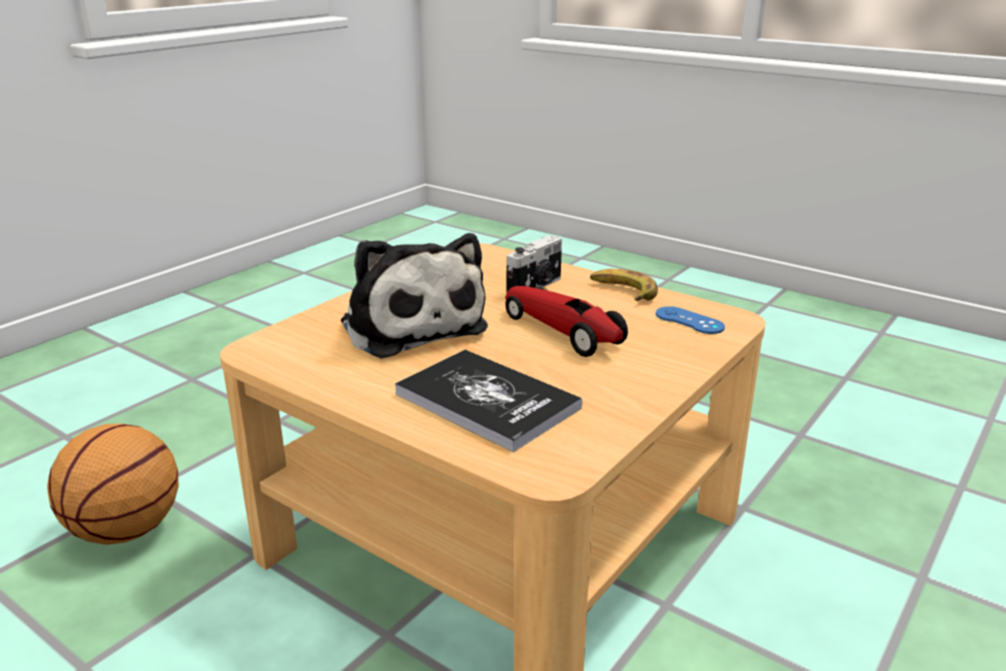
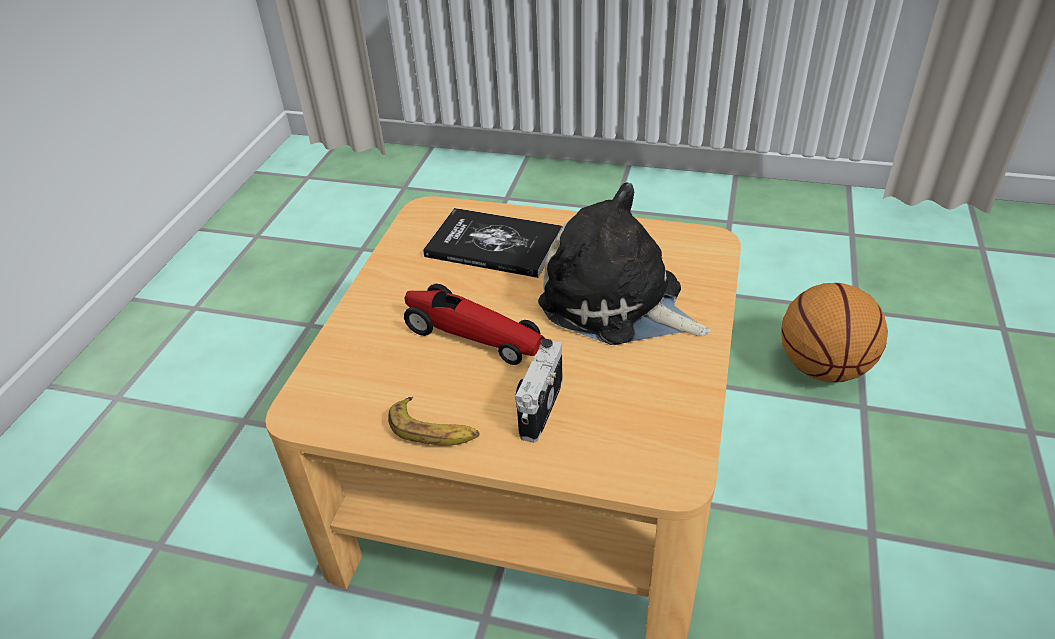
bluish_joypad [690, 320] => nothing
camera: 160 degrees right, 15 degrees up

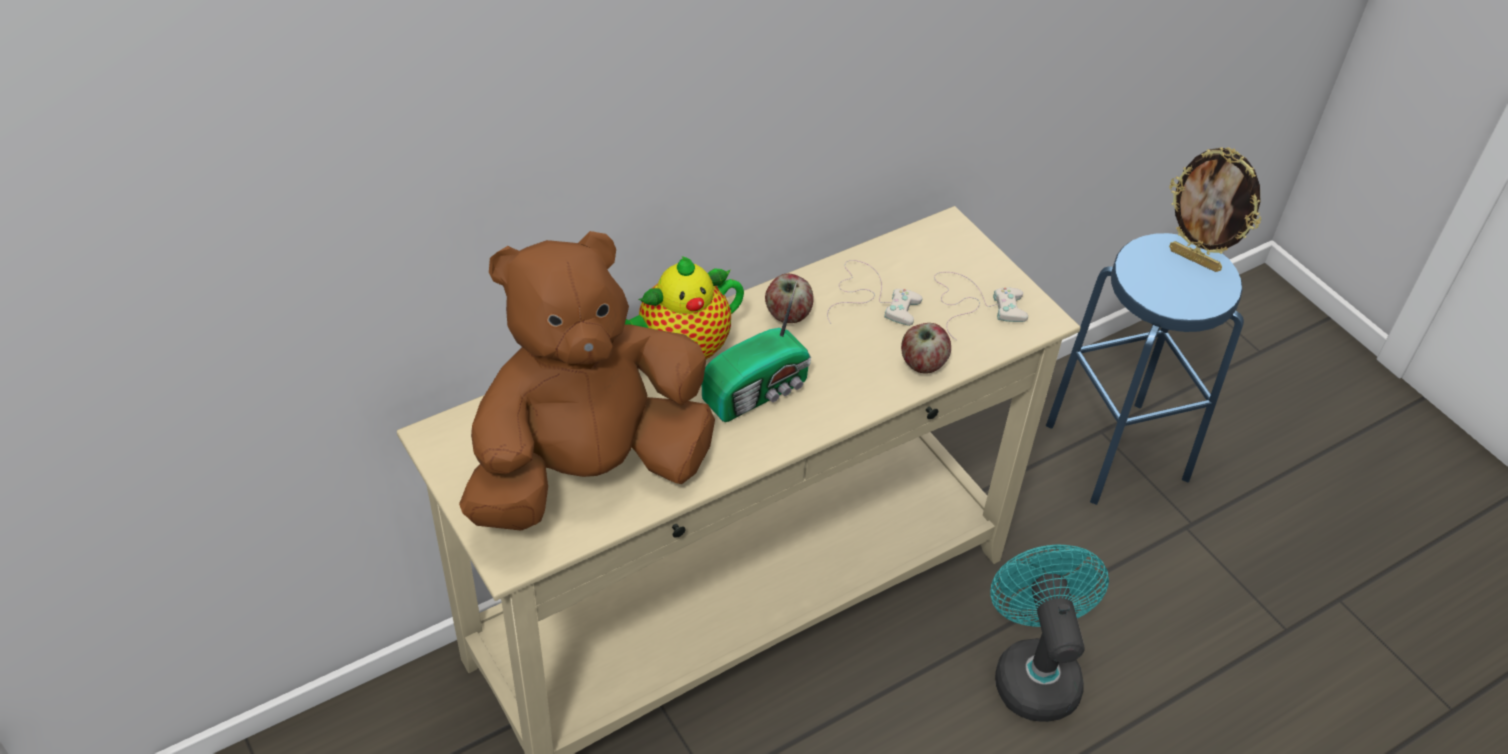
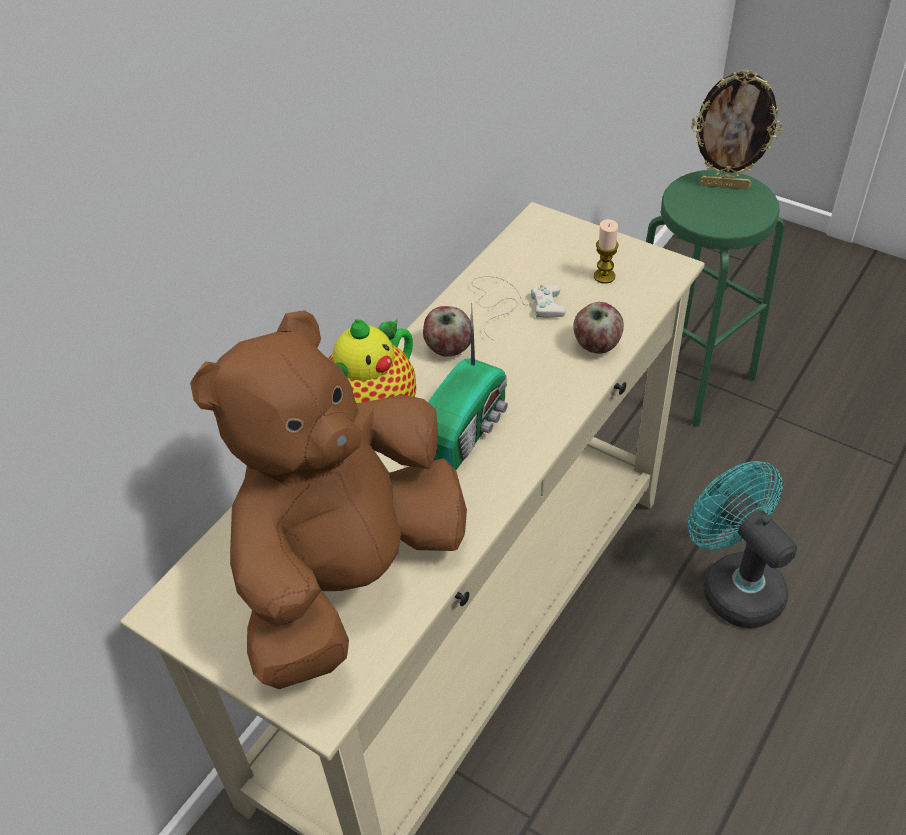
bluish_stool_seat [1145, 369] => green_stool_seat [715, 298]
whitish_joypad [981, 306] => wax_light [606, 251]
camera: 20 degrees left, 0 degrees up

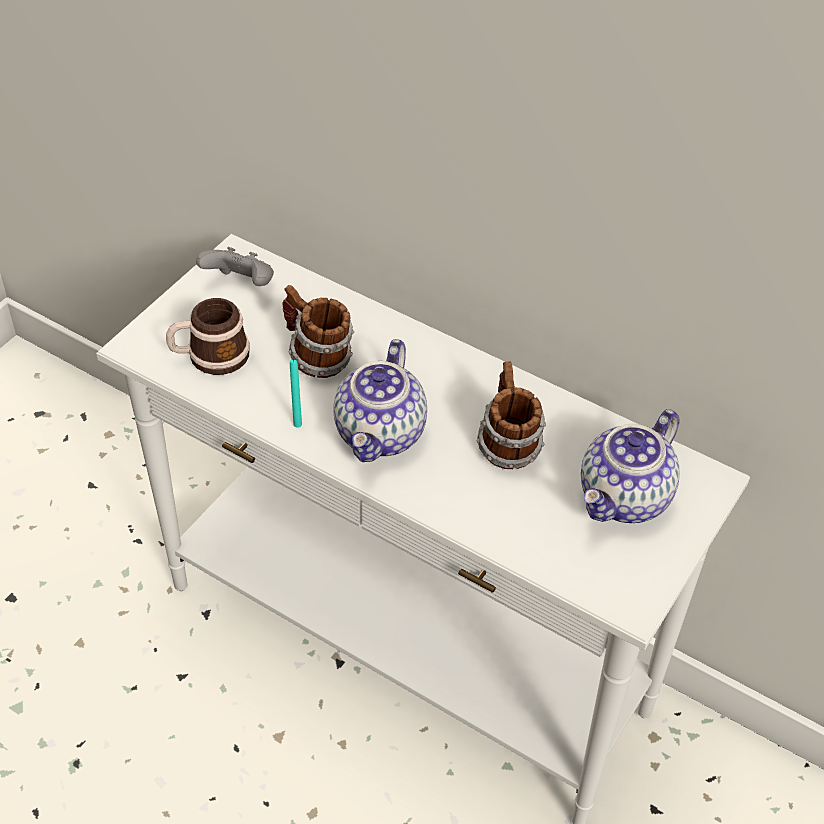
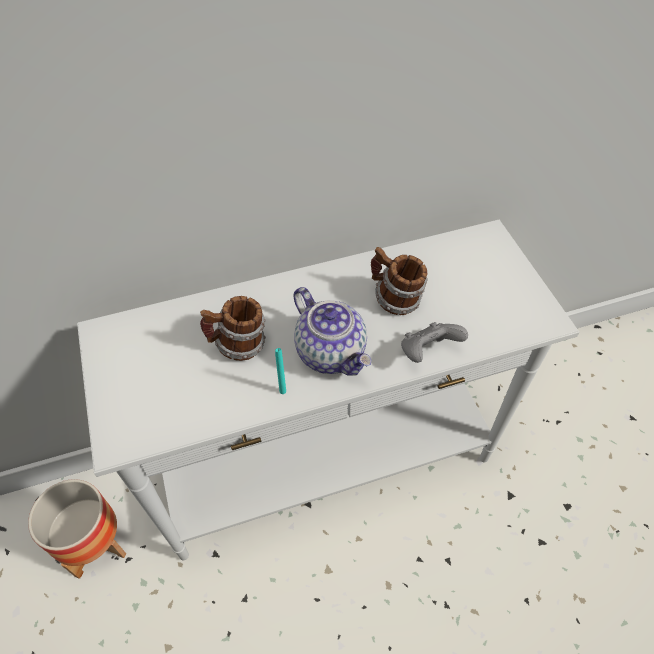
gray_joypad [235, 266] => gray_joypad [434, 342], move
mug [208, 336] => nothing
teapot [630, 466] => nothing
nothing => plant_pot [77, 529]
camera: 50 degrees left, 5 degrees up

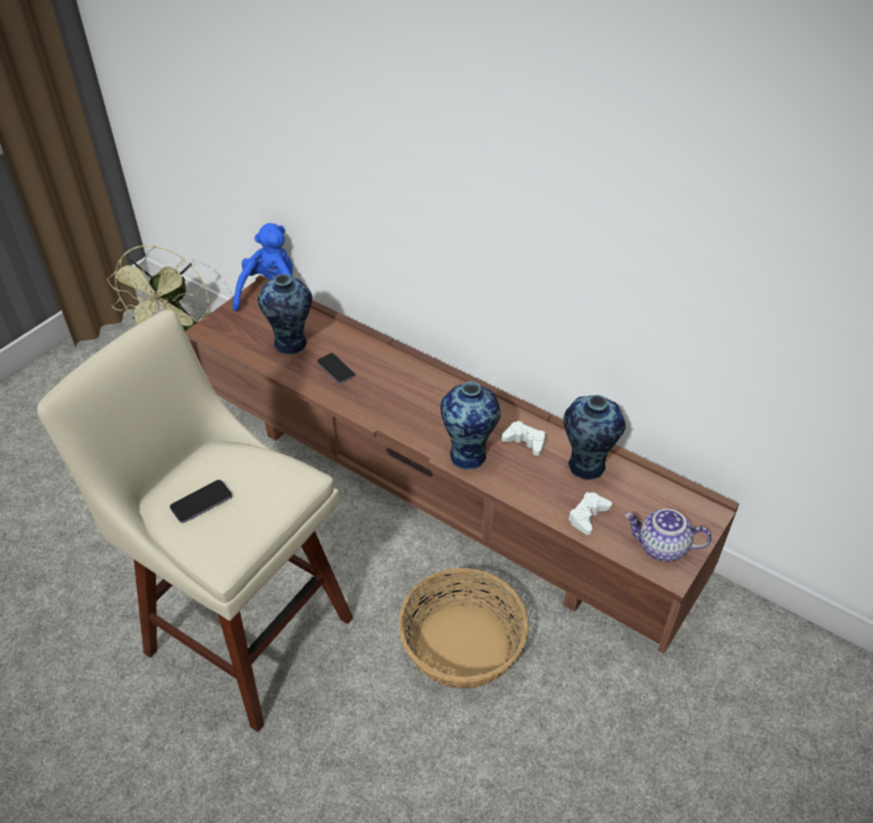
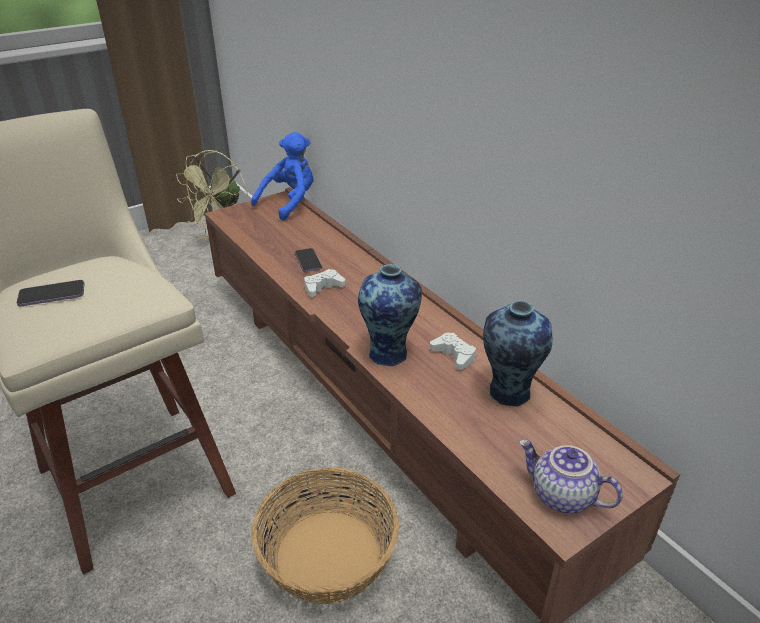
vase [285, 314] => nothing
whitish_joypad [590, 513] => whitish_joypad [324, 283], move
camera: 20 degrees right, 10 degrees down

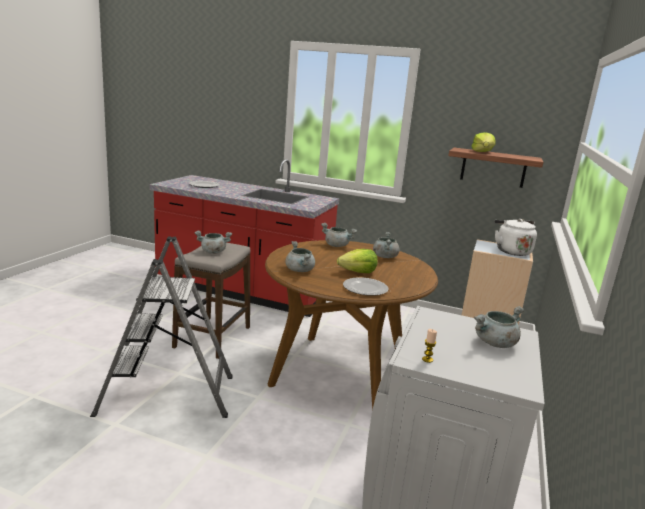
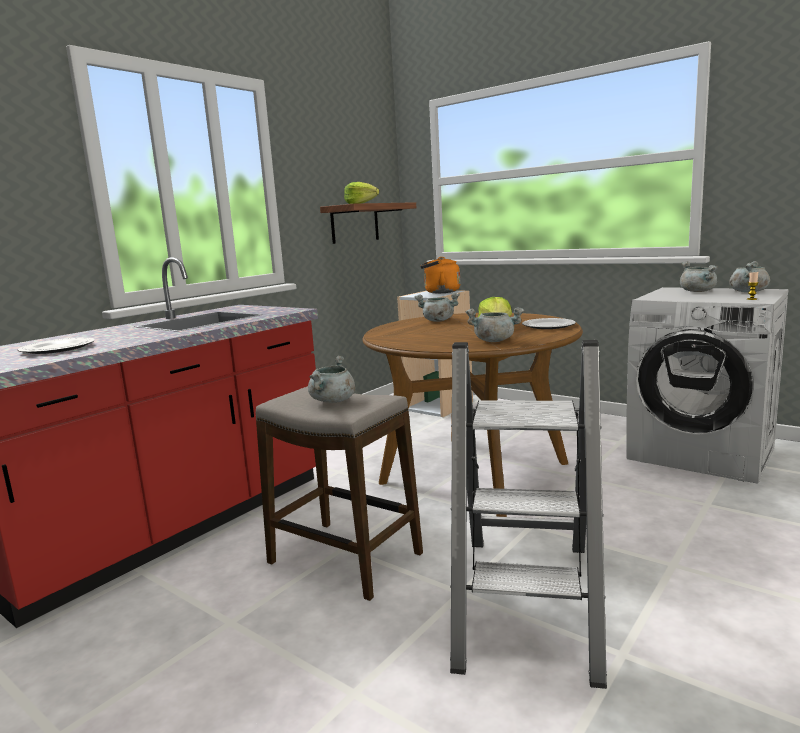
whitish_water_kettle [516, 237] => orange-coloured_water_kettle [440, 275]
gray_cooking_pot [339, 235] => gray_cooking_pot [749, 276], move
camera: 70 degrees left, 5 degrees down

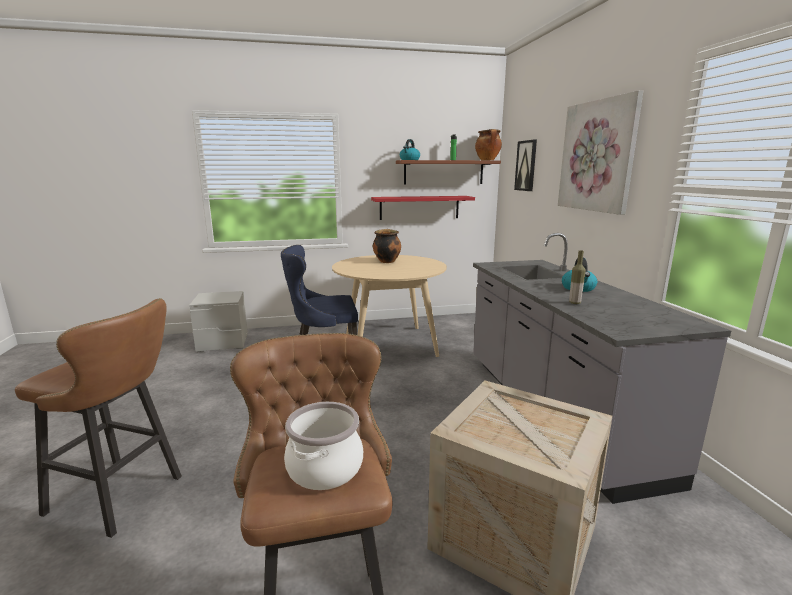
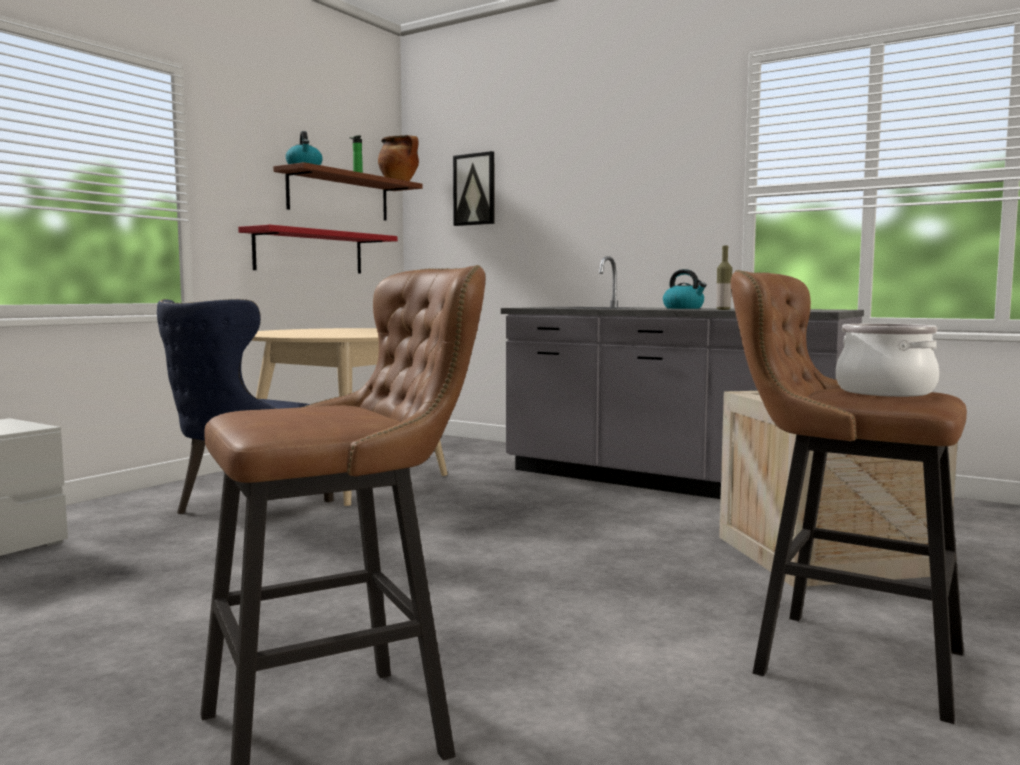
wall_picture [600, 152] => nothing
cooking_pot [387, 246] => nothing
camera: 45 degrees left, 10 degrees down

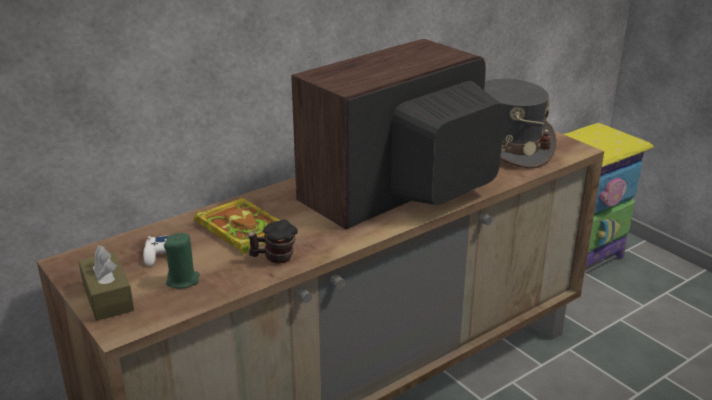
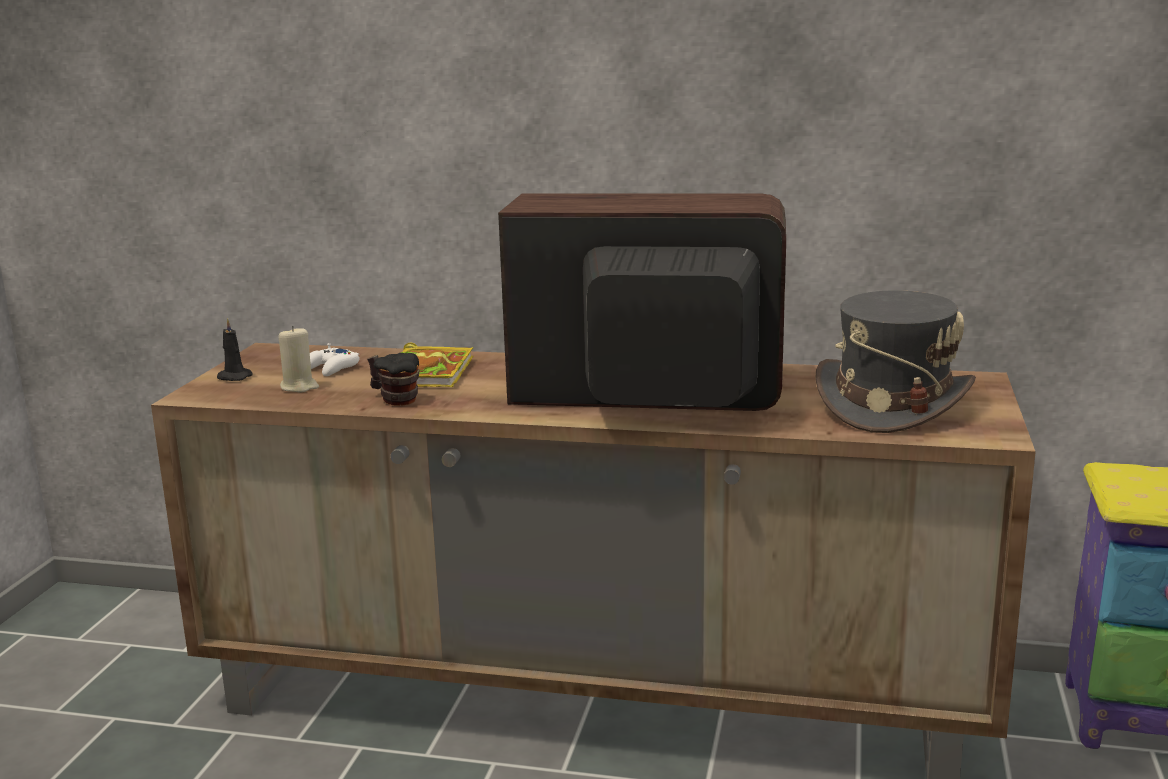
green_wax_light [182, 261] => sand-coloured_wax_light [298, 359]
brown-coloured_tissue_box [106, 283] => blackish_wax_light [235, 349]
camera: 50 degrees right, 10 degrees down

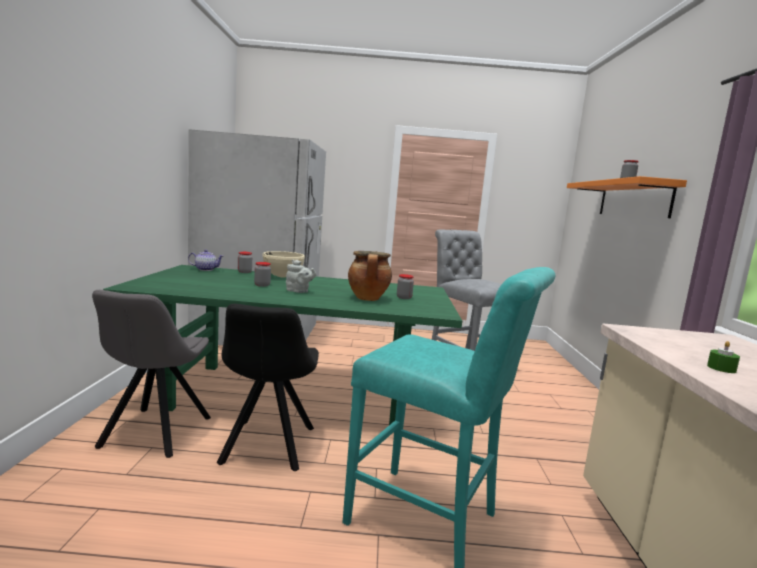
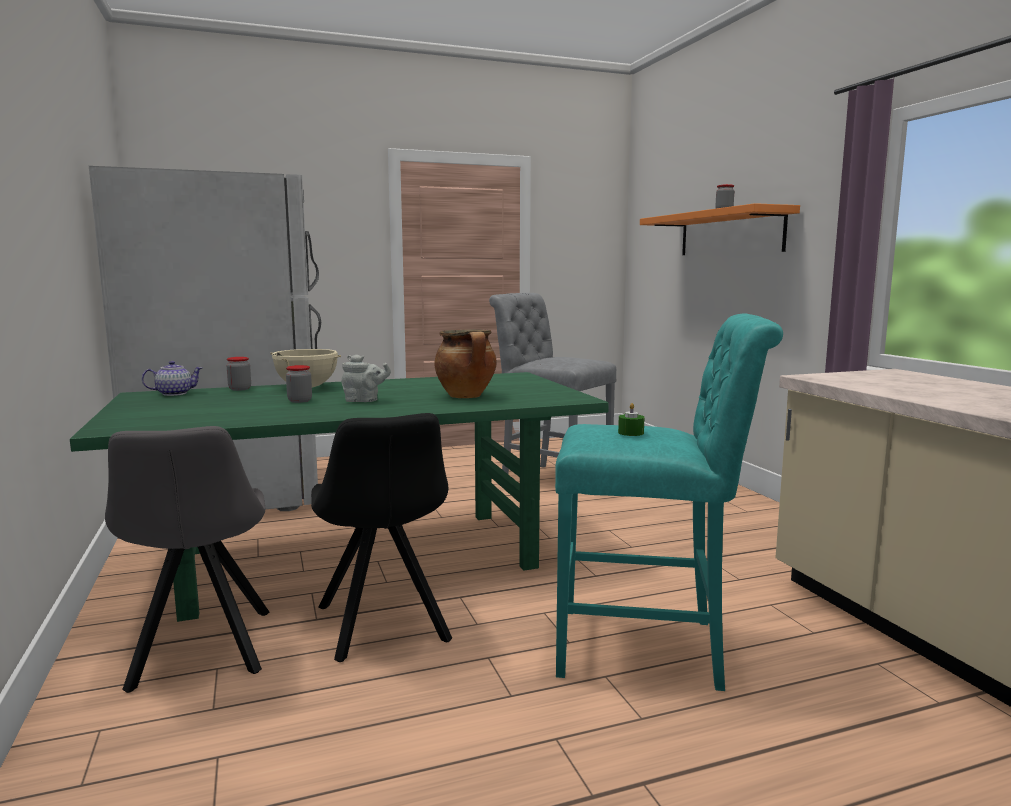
storage_jar [405, 286] => nothing
green_wax_light [723, 357] => green_wax_light [631, 419], move
camera: 20 degrees left, 0 degrees up

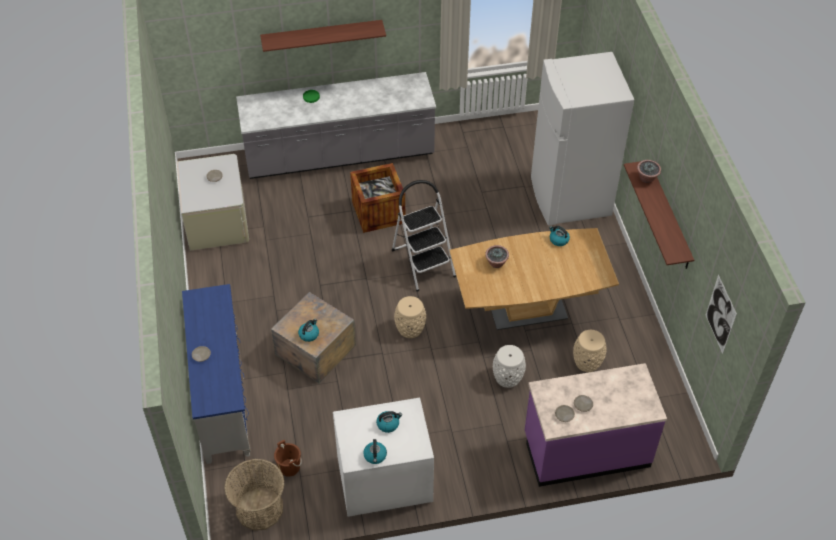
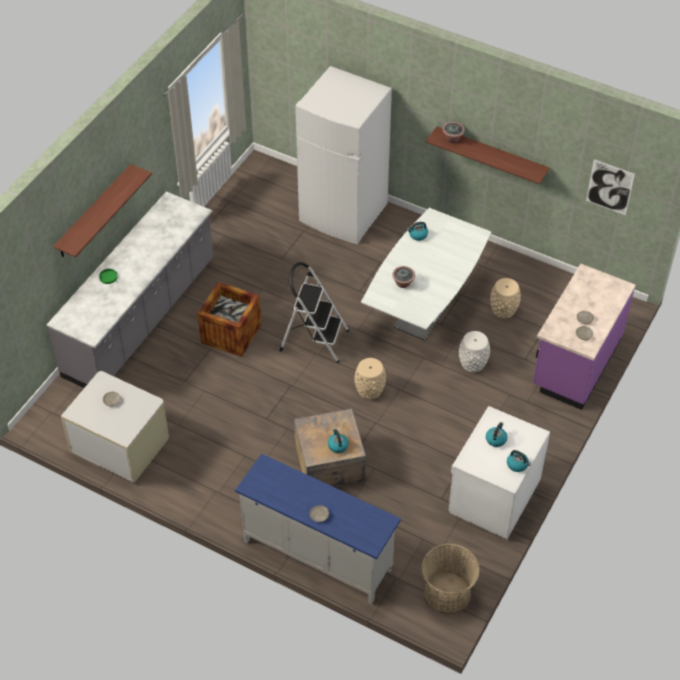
brown-coloured_kitchen_table [534, 279] => whitish_kitchen_table [426, 274]
brown-coloured_pail [288, 458] => nothing
camera: 50 degrees left, 0 degrees up

